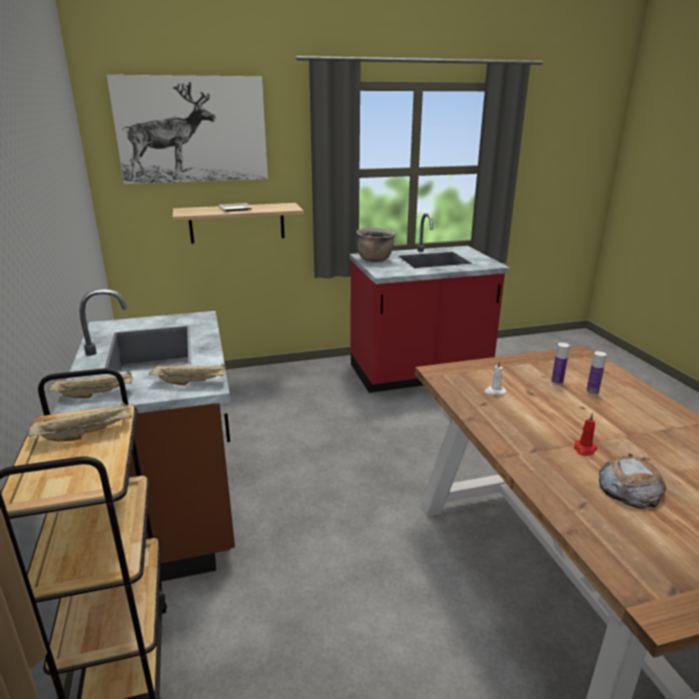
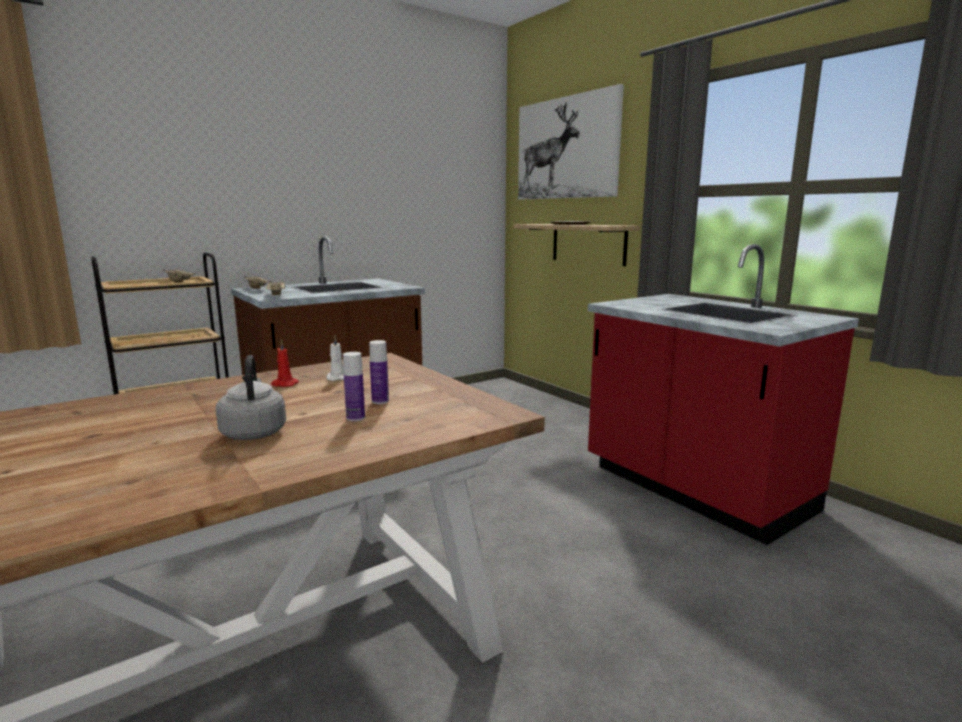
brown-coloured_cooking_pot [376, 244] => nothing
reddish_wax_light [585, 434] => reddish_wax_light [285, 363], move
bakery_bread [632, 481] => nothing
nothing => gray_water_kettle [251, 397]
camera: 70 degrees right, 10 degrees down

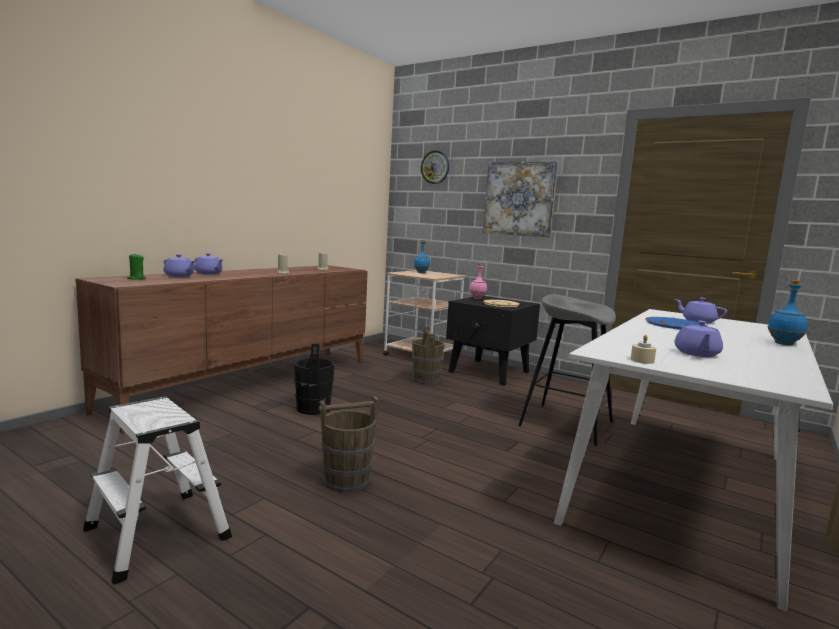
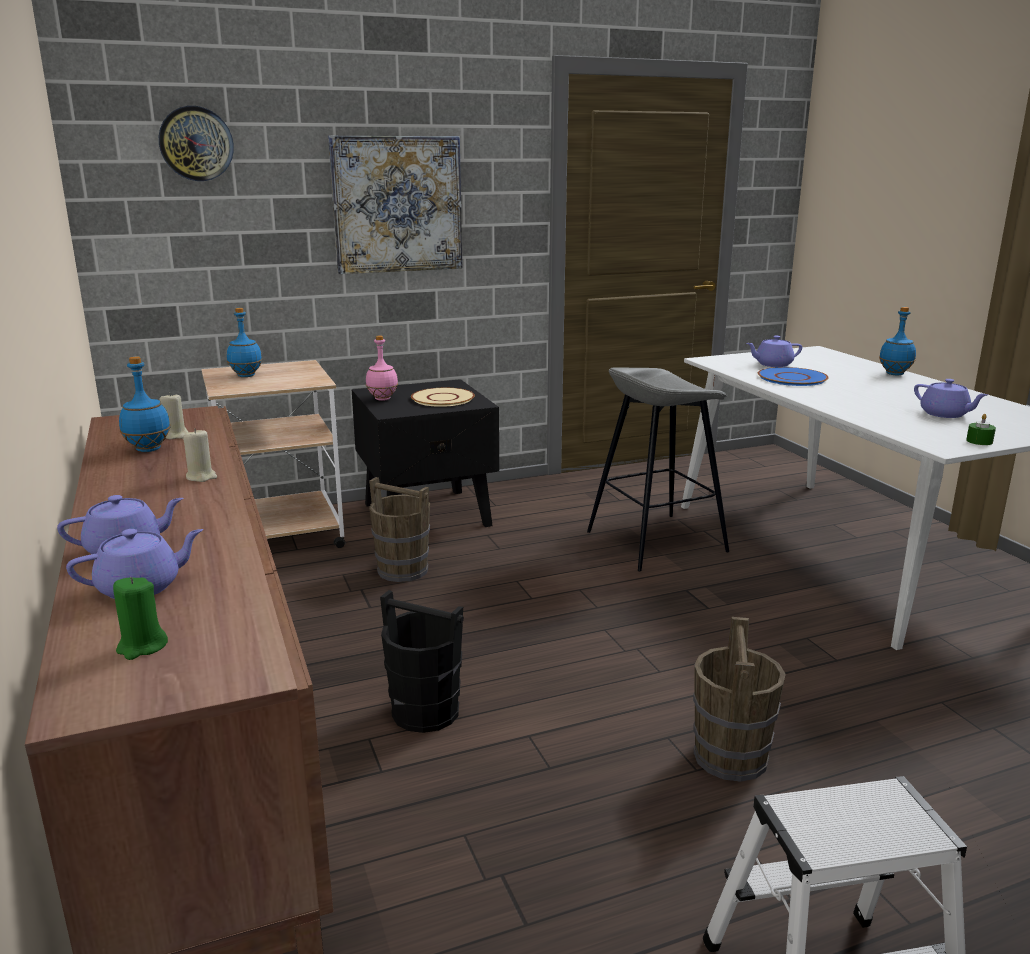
sand-coloured_wax_light [643, 349] => green_wax_light [981, 429]
nothing => bluish_drink_bottle [145, 404]
camera: 55 degrees left, 10 degrees up

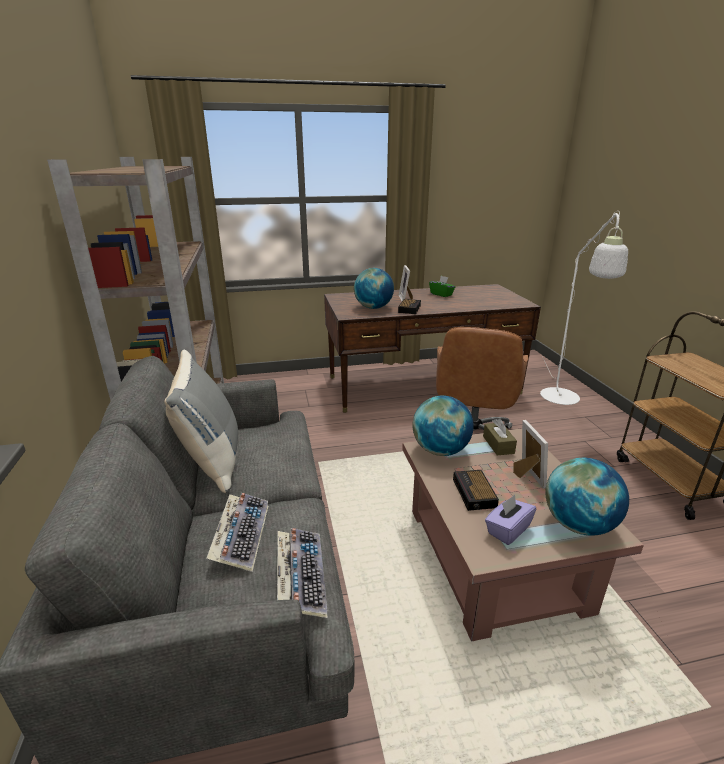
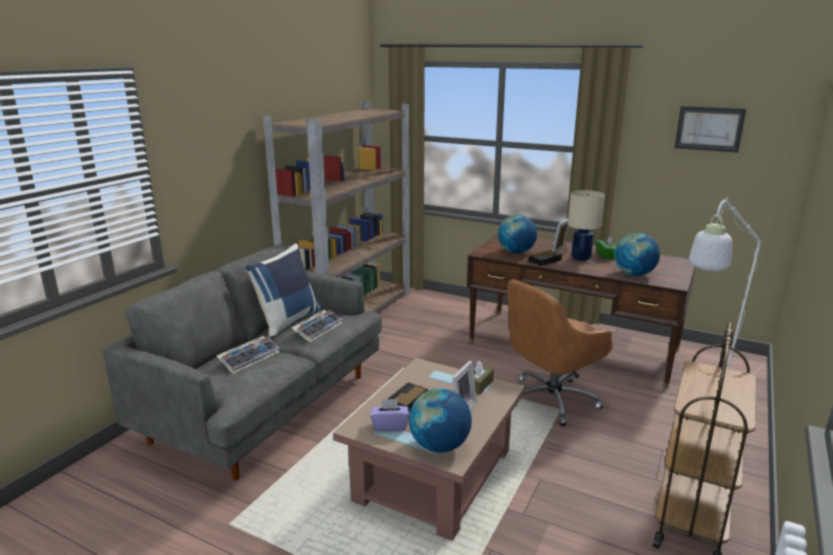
gray_throw_pillow [201, 421] => bluish_throw_pillow [283, 291]
globe [443, 426] => globe [637, 254], move
computer_keyboard [302, 573] => computer_keyboard [317, 326], move
nothing => wall_picture [710, 129]
nothing => sand-coloured_tabletop_lamp [586, 225]
camera: 40 degrees right, 5 degrees down

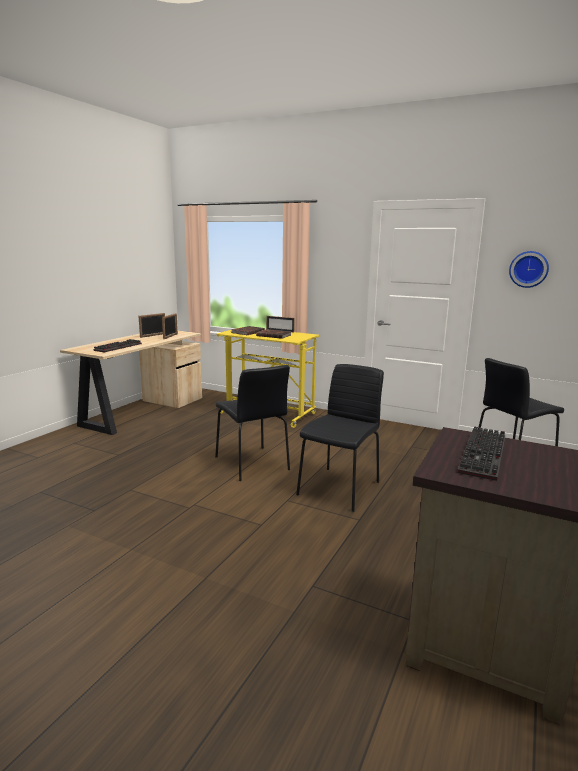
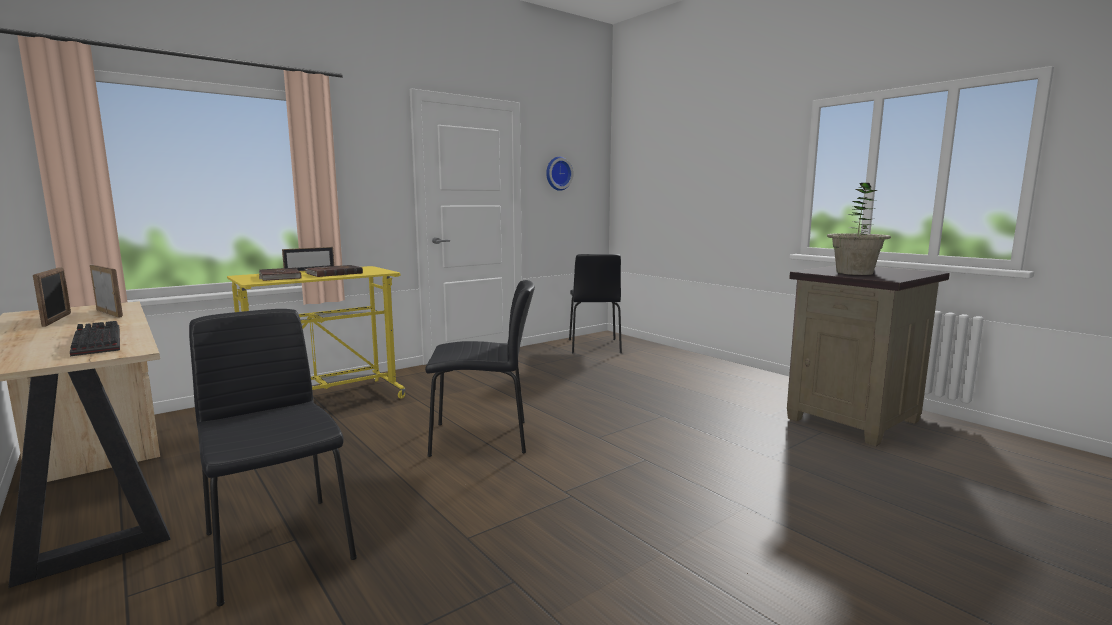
blackish_plain_chair [340, 438] => blackish_plain_chair [273, 458], move
computer_keyboard [481, 454] => potted_plant [859, 229]
camera: 65 degrees left, 5 degrees down

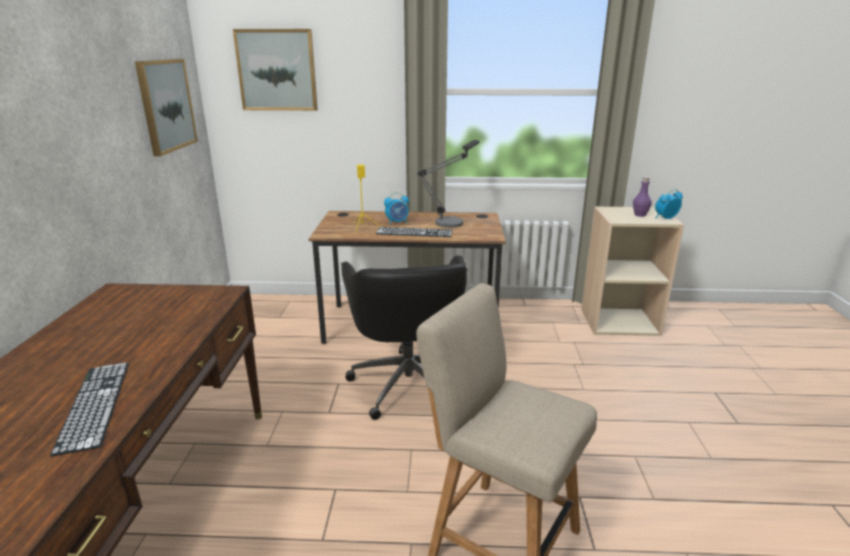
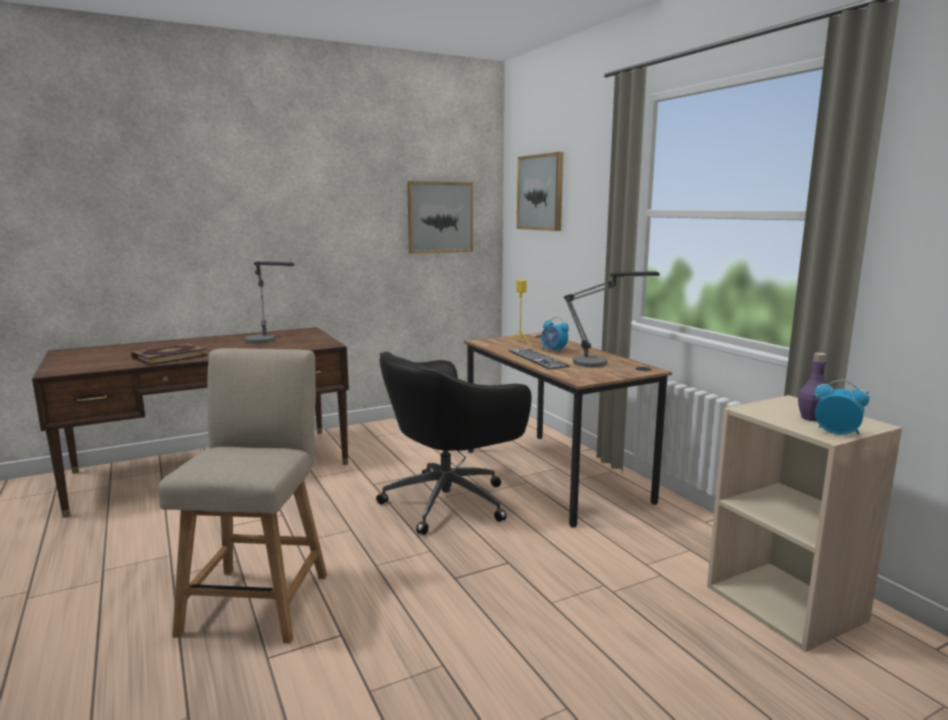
computer_keyboard [89, 410] => bound_book [169, 354]
nothing => tabletop_lamp [269, 302]
camera: 60 degrees right, 10 degrees down

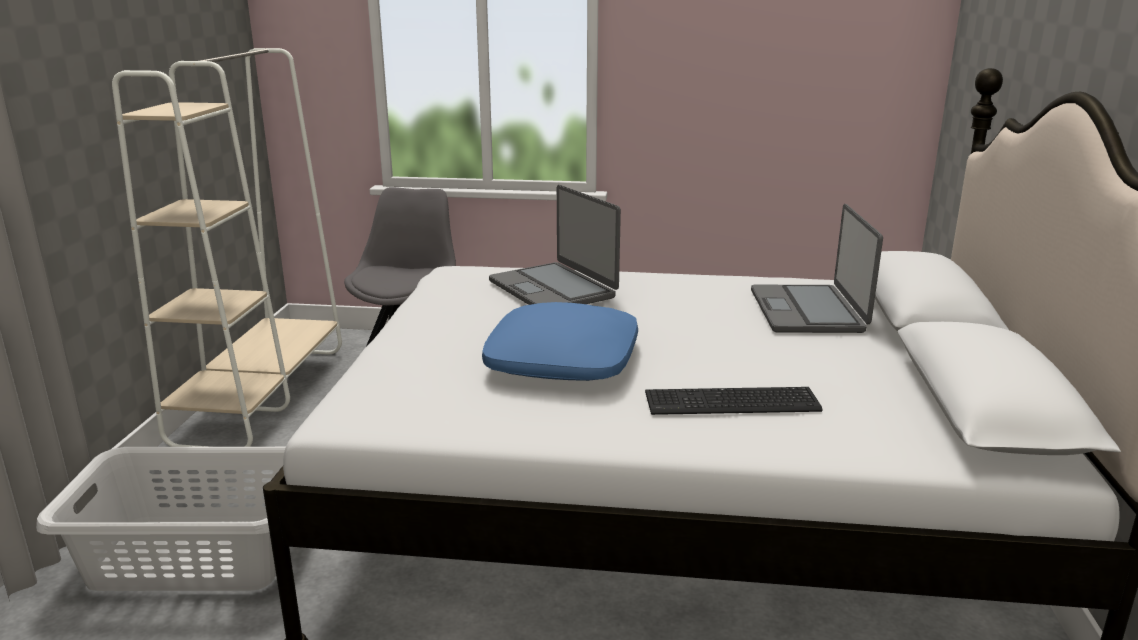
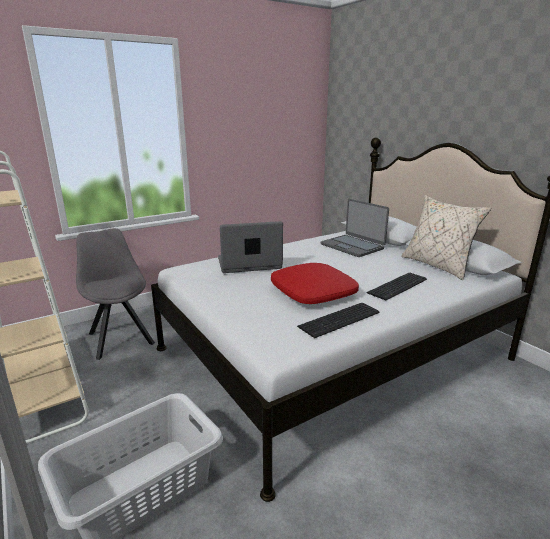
laptop [555, 245] => laptop [250, 247], 150 degrees clockwise
bluish_throw_pillow [560, 341] => reddish_throw_pillow [315, 283]
nothing => sand-coloured_throw_pillow [446, 237]
nothing => computer_keyboard [338, 320]
camera: 40 degrees left, 0 degrees up

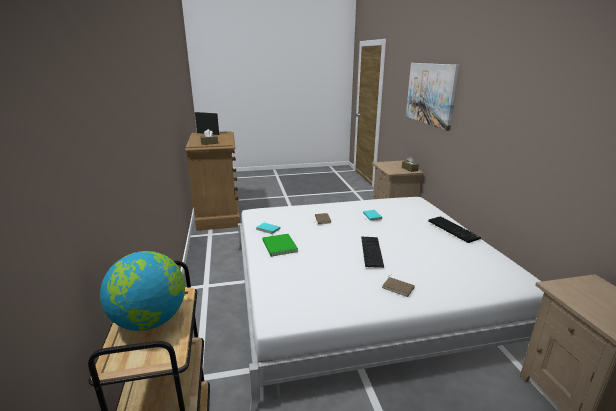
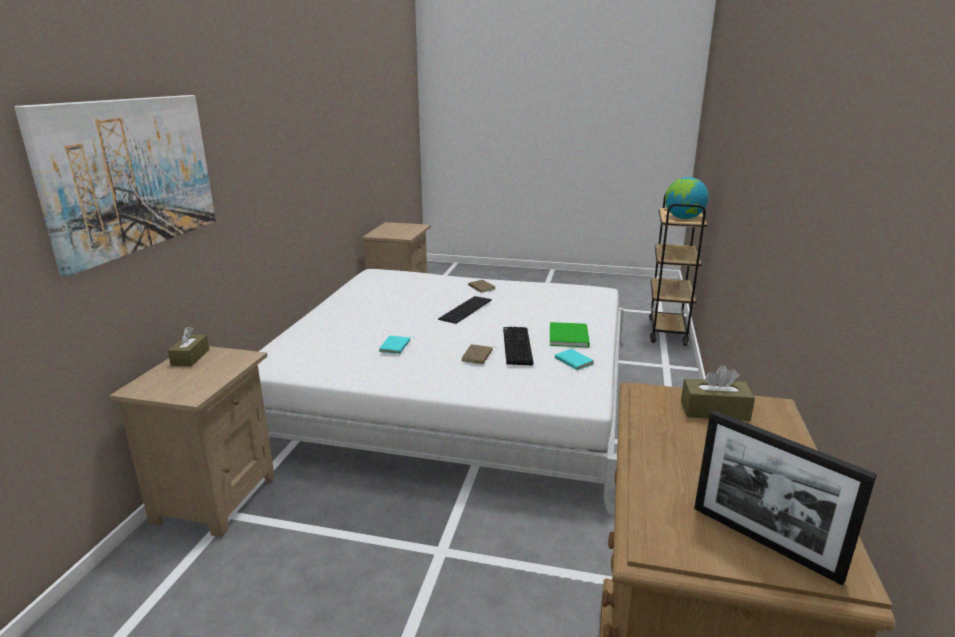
computer_keyboard [454, 229] => computer_keyboard [518, 346], move
camera: 155 degrees left, 0 degrees up

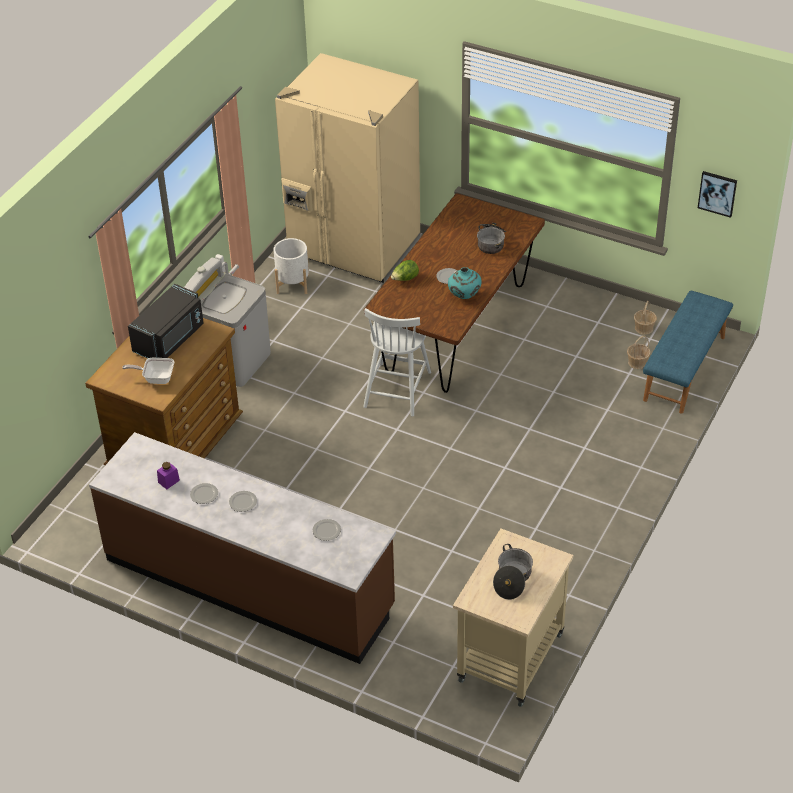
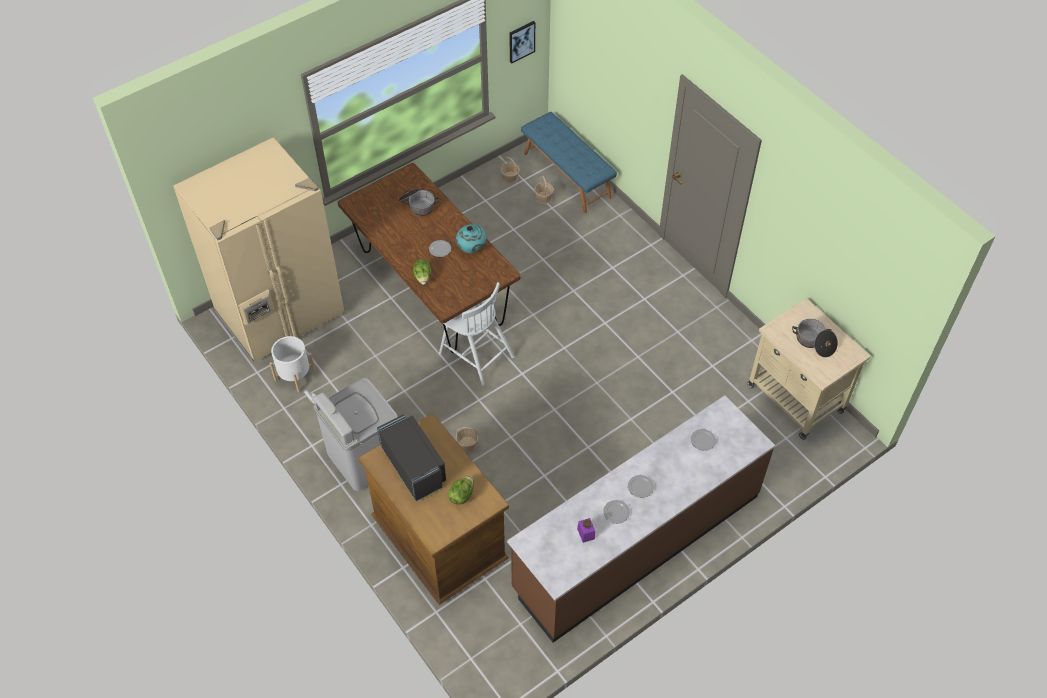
frying_pan [148, 371] => head_of_lettuce [460, 490]
nothing => basket [467, 440]
camera: 65 degrees left, 10 degrees up

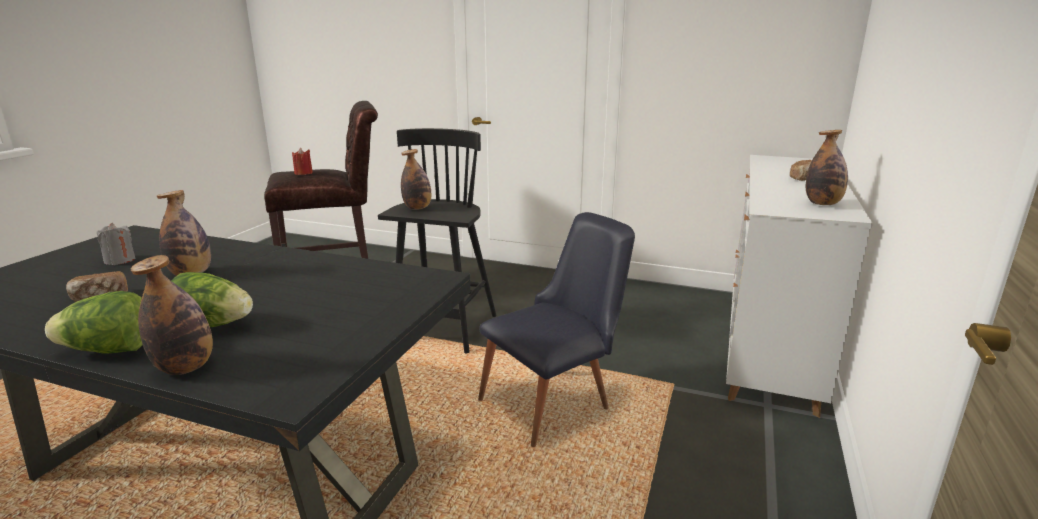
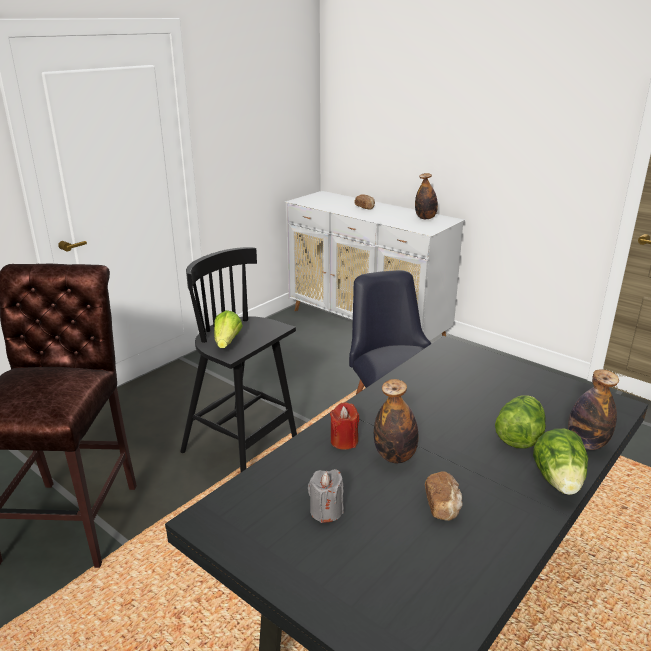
reddish_wax_light [302, 161] => reddish_wax_light [344, 426], move
drink_bottle [416, 179] => head_of_lettuce [228, 329]
camera: 70 degrees left, 5 degrees up

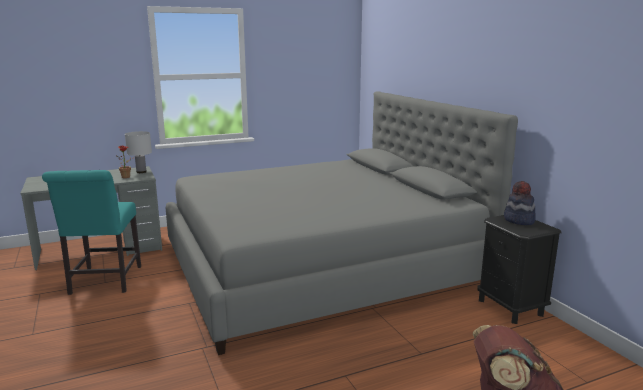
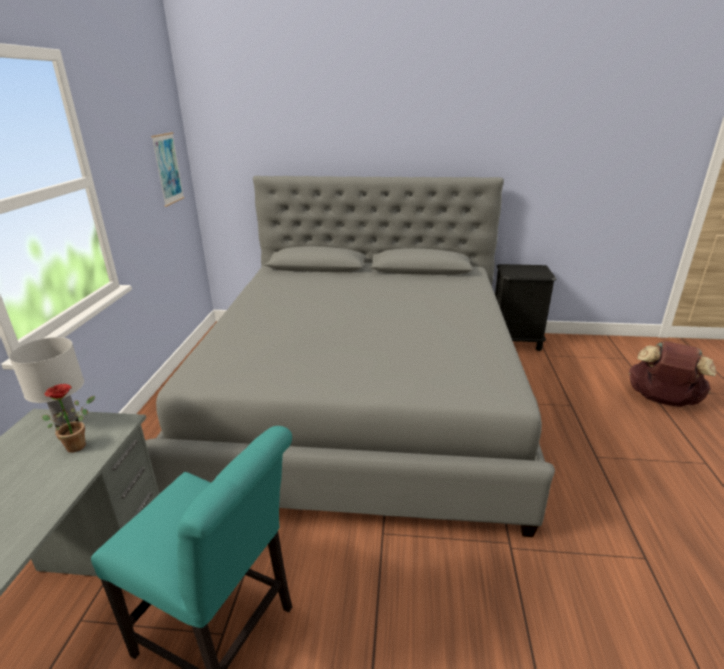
hat [520, 203] => nothing
nothing => wall_picture [167, 169]
camera: 60 degrees left, 10 degrees up

